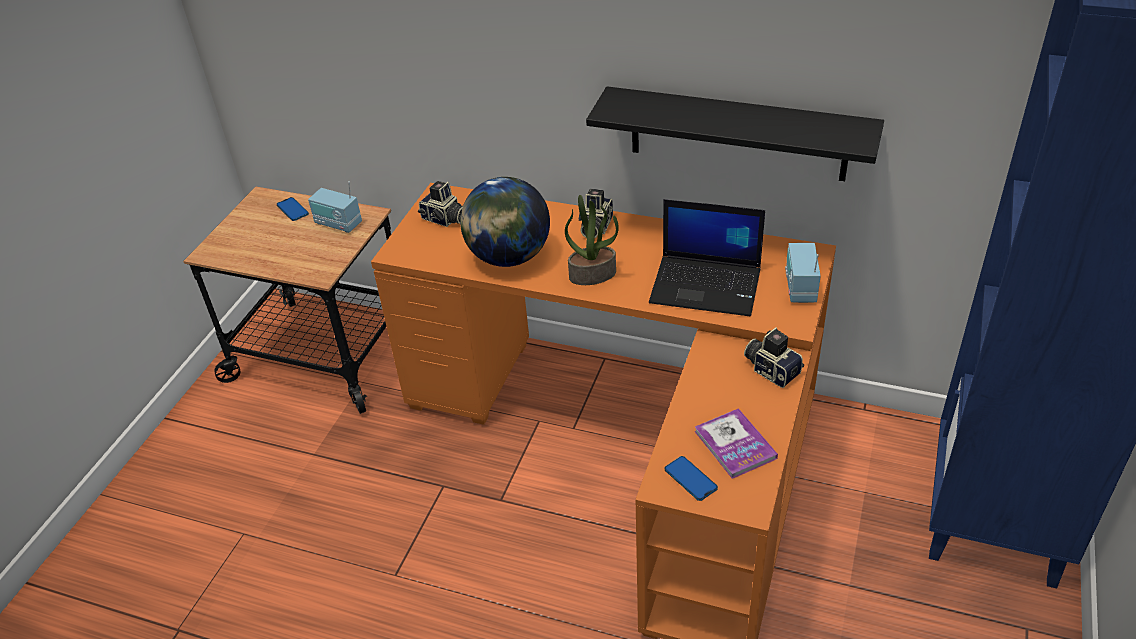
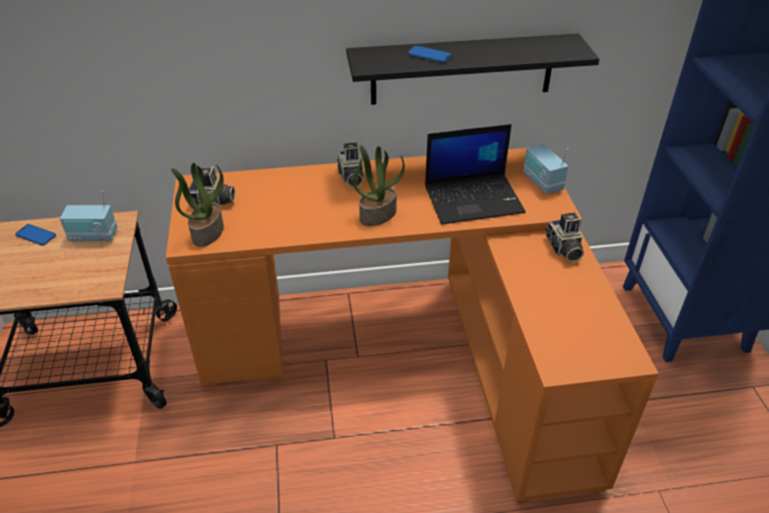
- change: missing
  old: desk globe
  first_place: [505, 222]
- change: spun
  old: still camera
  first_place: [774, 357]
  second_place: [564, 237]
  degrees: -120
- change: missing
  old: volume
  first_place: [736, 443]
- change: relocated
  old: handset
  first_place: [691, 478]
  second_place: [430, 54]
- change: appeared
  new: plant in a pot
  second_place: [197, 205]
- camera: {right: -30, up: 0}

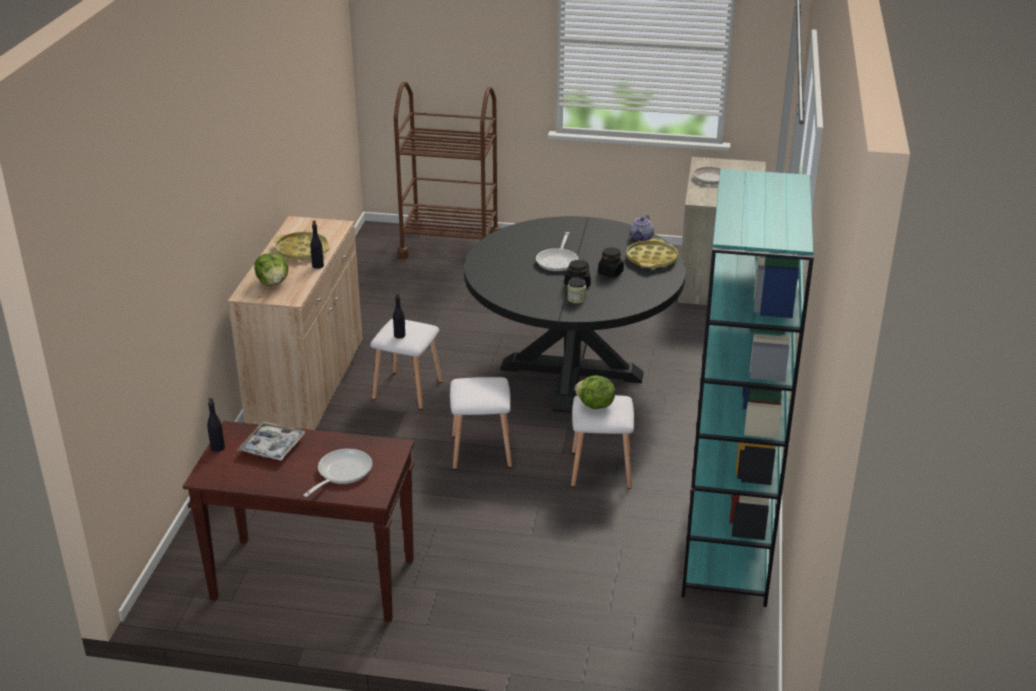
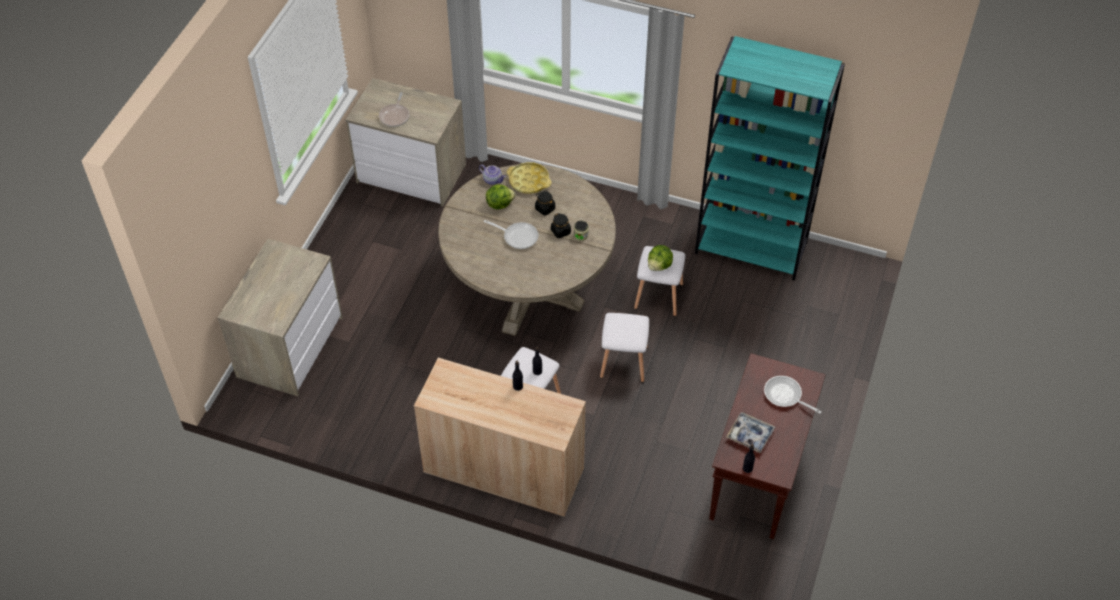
- change: exchanged
  old: trolley in brown
  new: drawer chest
  first_place: [447, 170]
  second_place: [280, 317]
- change: colour
  old: kitchen table in blackish
  new: kitchen table in beige-coloured
  first_place: [575, 314]
  second_place: [527, 250]
- change: missing
  old: tray in yellowish
  first_place: [302, 245]
- change: relocated
  old: lettuce head
  first_place: [271, 269]
  second_place: [501, 197]
- camera: {right: -80, up: 20}

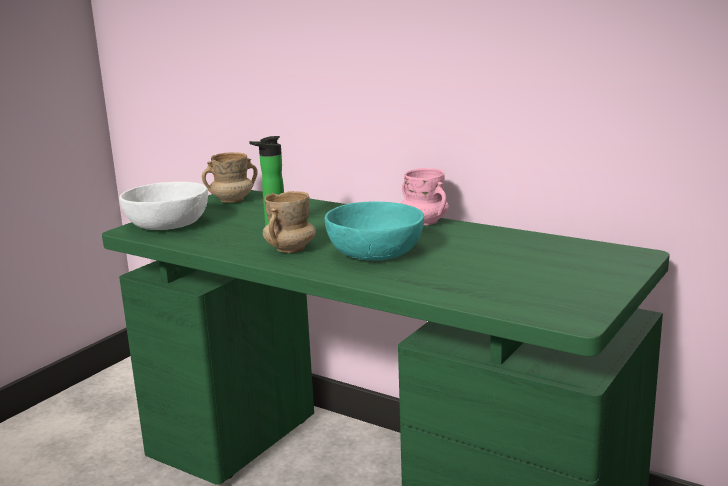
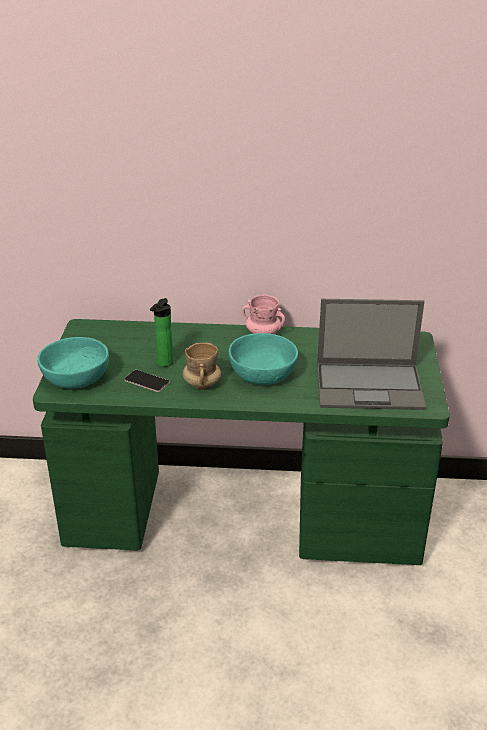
- change: missing
  old: coffee mug in beige-coloured
  first_place: [230, 177]
- change: colour
  old: deep dish in white-coloured
  new: deep dish in blue-green
  first_place: [163, 206]
  second_place: [73, 363]
- change: appeared
  new: notebook computer
  second_place: [371, 354]
- change: appeared
  new: handset
  second_place: [146, 381]
- camera: {right: -30, up: 15}

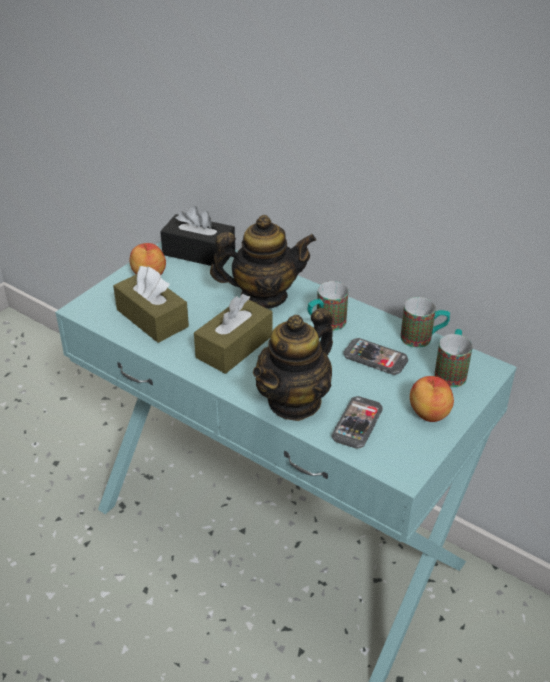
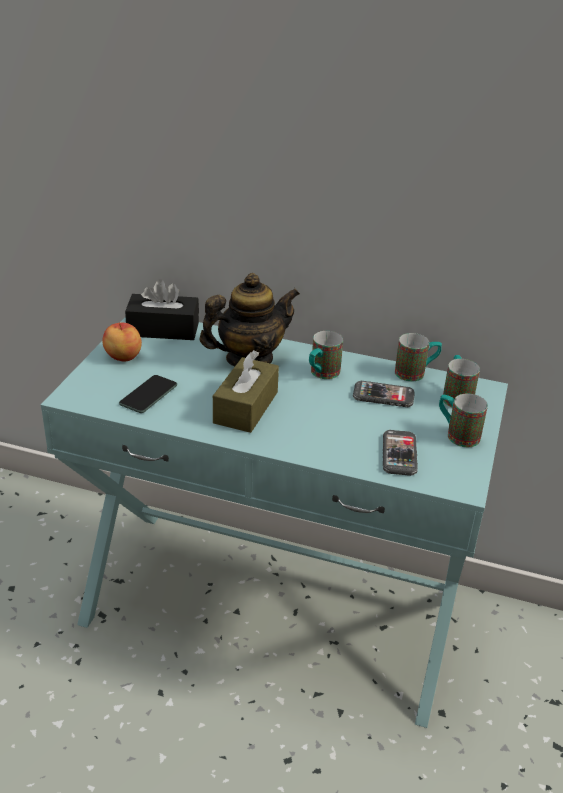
- change: exchanged
  old: tissue holder in brown
  new: handset
  first_place: [151, 304]
  second_place: [148, 394]
- change: missing
  old: teapot
  first_place: [293, 364]
- change: exchanged
  old: apple
  new: coffee mug
  first_place: [432, 399]
  second_place: [463, 420]
- camera: {right: -20, up: -5}

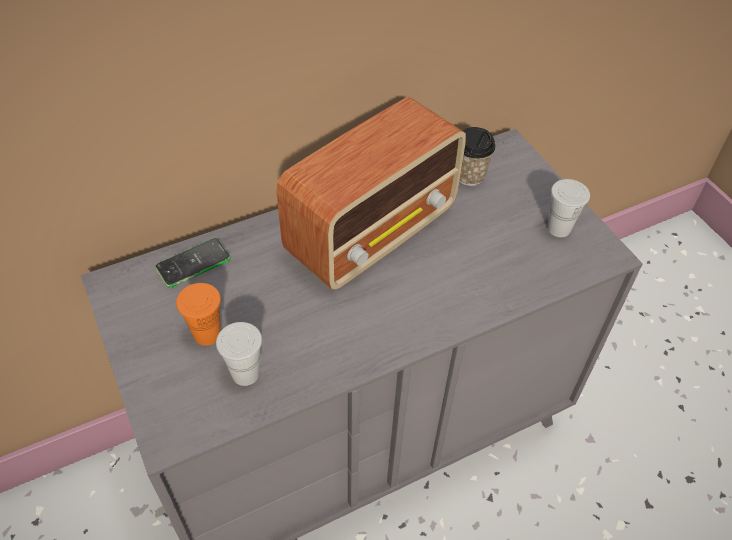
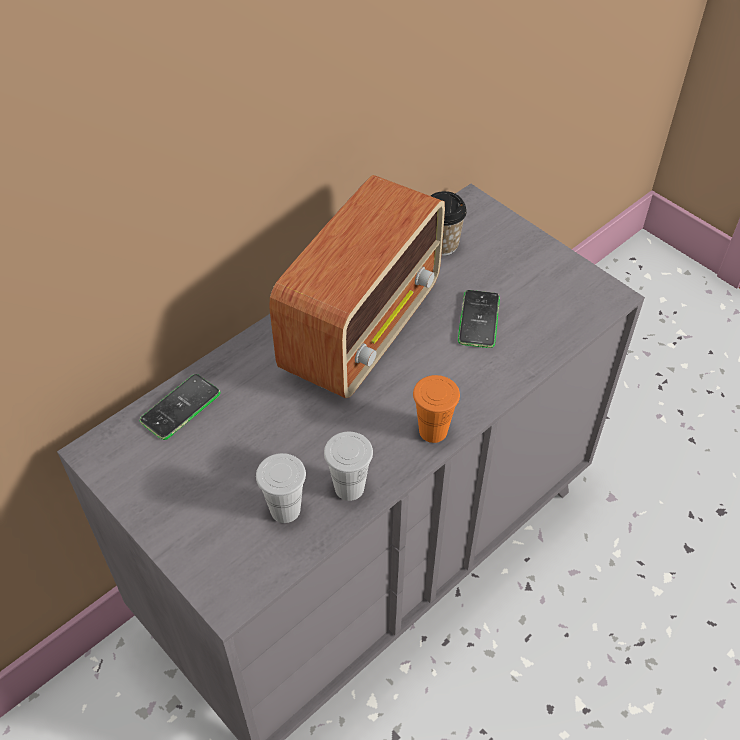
- change: relocated
  old: drinking cup in white-coloured
  first_place: [568, 208]
  second_place: [348, 466]
- change: relocated
  old: drinking cup in orangey
  first_place: [198, 314]
  second_place: [436, 409]
- change: appeared
  new: handset
  second_place: [479, 319]
- camera: {right: -15, up: 0}

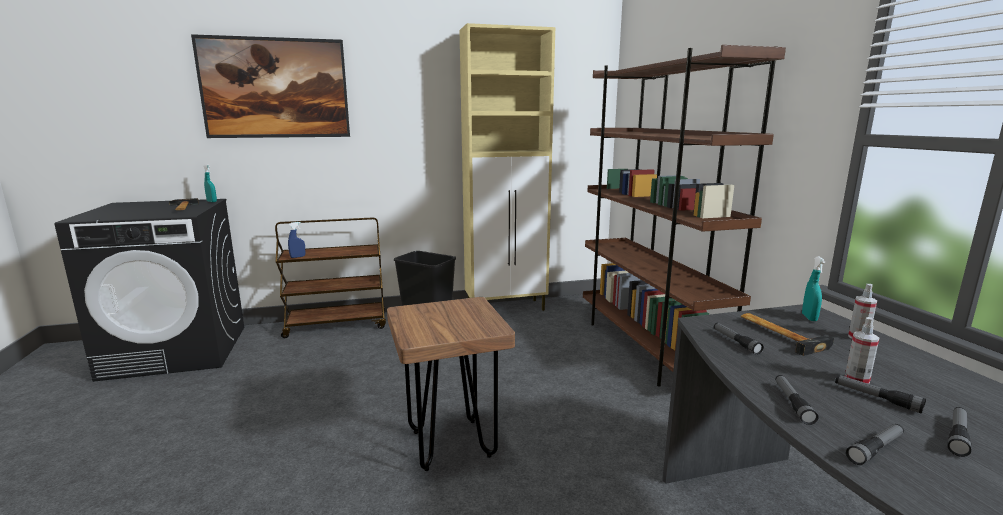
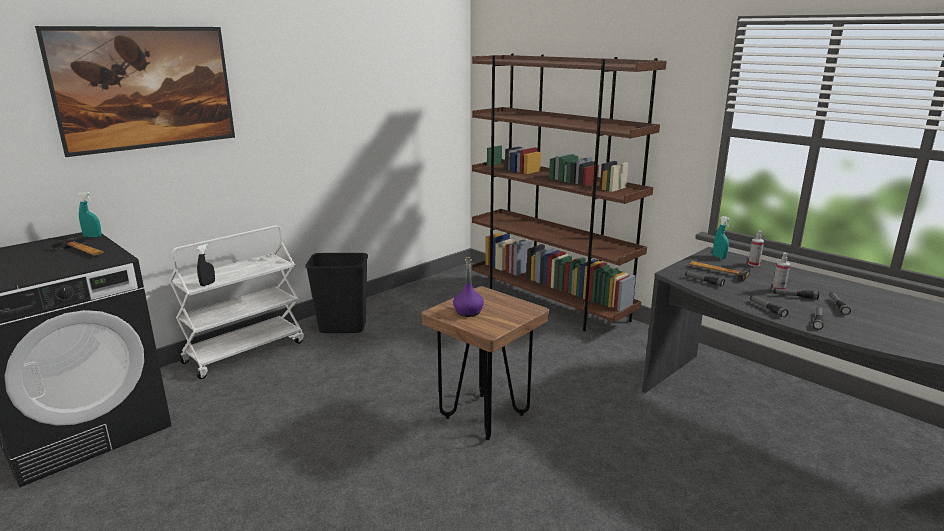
- change: missing
  old: cabinet in beige-coloured
  first_place: [507, 167]
- change: colour
  old: trolley in brown
  new: trolley in white-coloured
  first_place: [330, 277]
  second_place: [236, 302]
- change: colour
  old: hand sprayer in bluish
  new: hand sprayer in blackish
  first_place: [296, 240]
  second_place: [206, 265]
- change: appeared
  new: drink bottle in purple
  second_place: [468, 287]
- camera: {right: -30, up: 5}

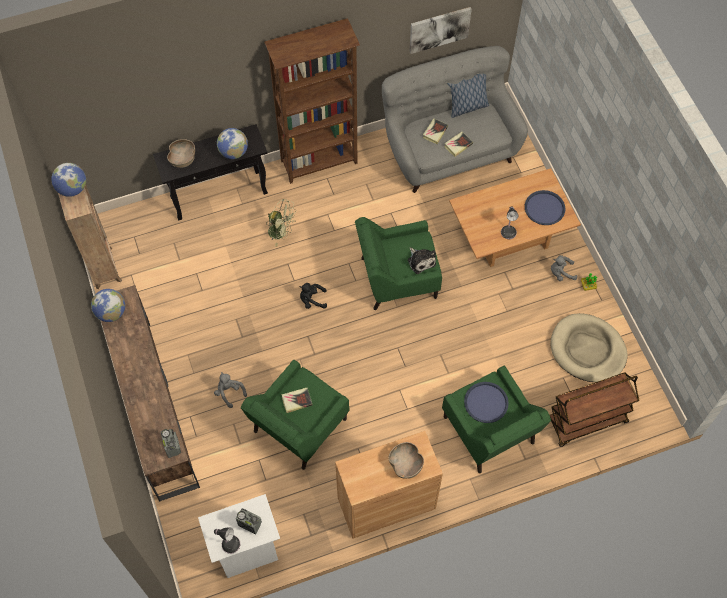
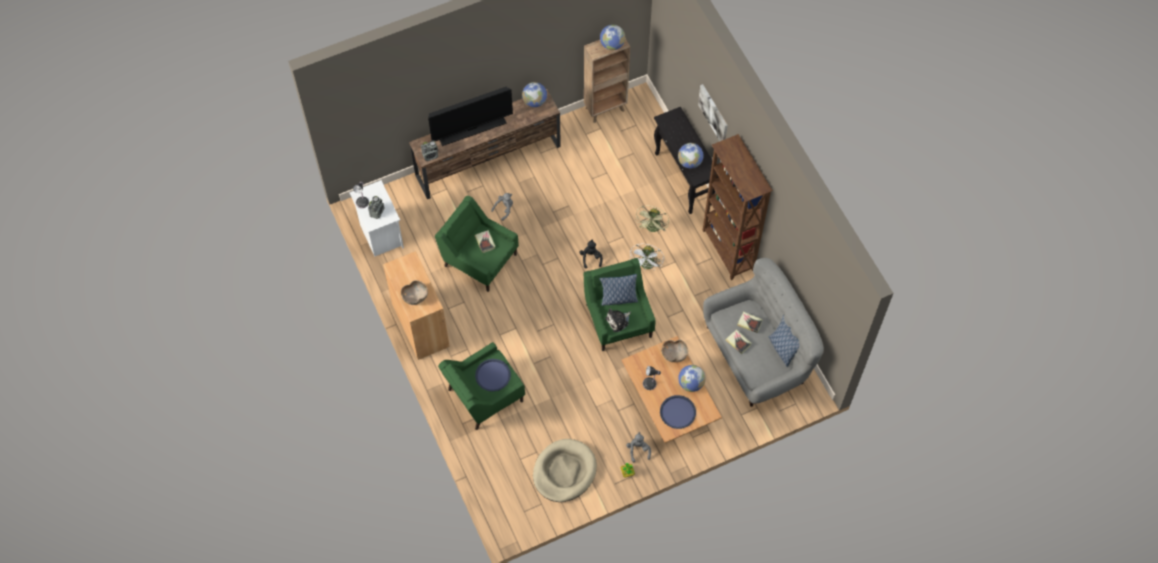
- change: relocated
  old: picture
  first_place: [440, 30]
  second_place: [713, 112]
- change: relocated
  old: deep dish in brown
  first_place: [181, 153]
  second_place: [675, 351]
- change: missing
  old: trolley in brown
  first_place: [595, 409]
- change: appeared
  new: TV
  second_place: [470, 116]
- change: appeared
  new: cooling fan in white-coloured
  second_place: [647, 257]
- change: appeared
  new: throw pillow
  second_place: [618, 290]
- change: appeared
  new: desk globe
  second_place: [692, 378]
- camera: {right: 85, up: 0}

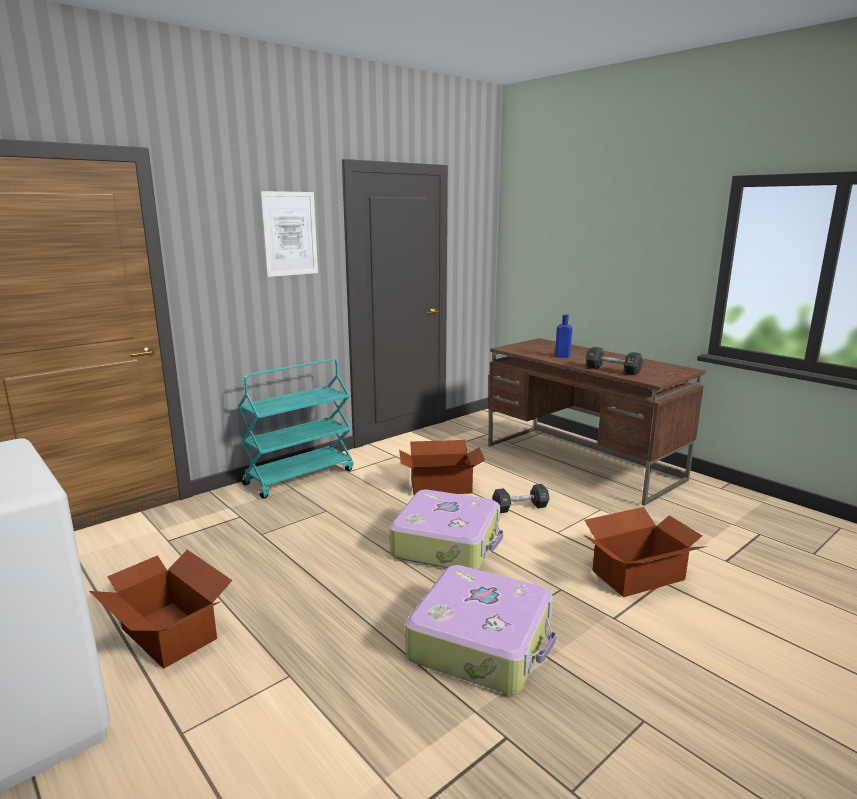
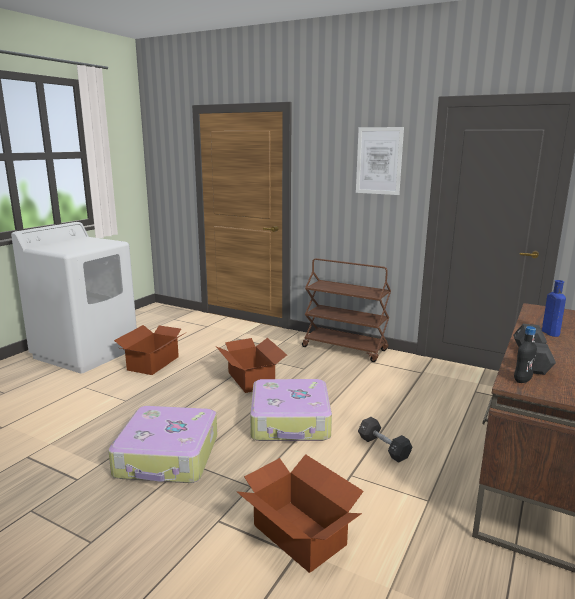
- change: colour
  old: trolley in blue-green
  new: trolley in brown
  first_place: [296, 429]
  second_place: [346, 310]
- change: relocated
  old: cardboard box
  first_place: [442, 467]
  second_place: [251, 365]
- change: appeared
  new: drink bottle in blackish
  second_place: [525, 354]
- camera: {right: 70, up: 0}

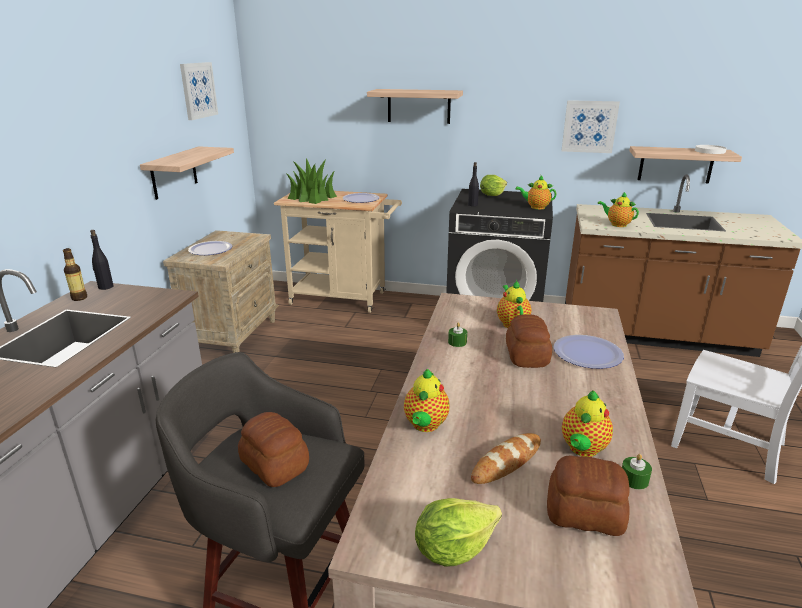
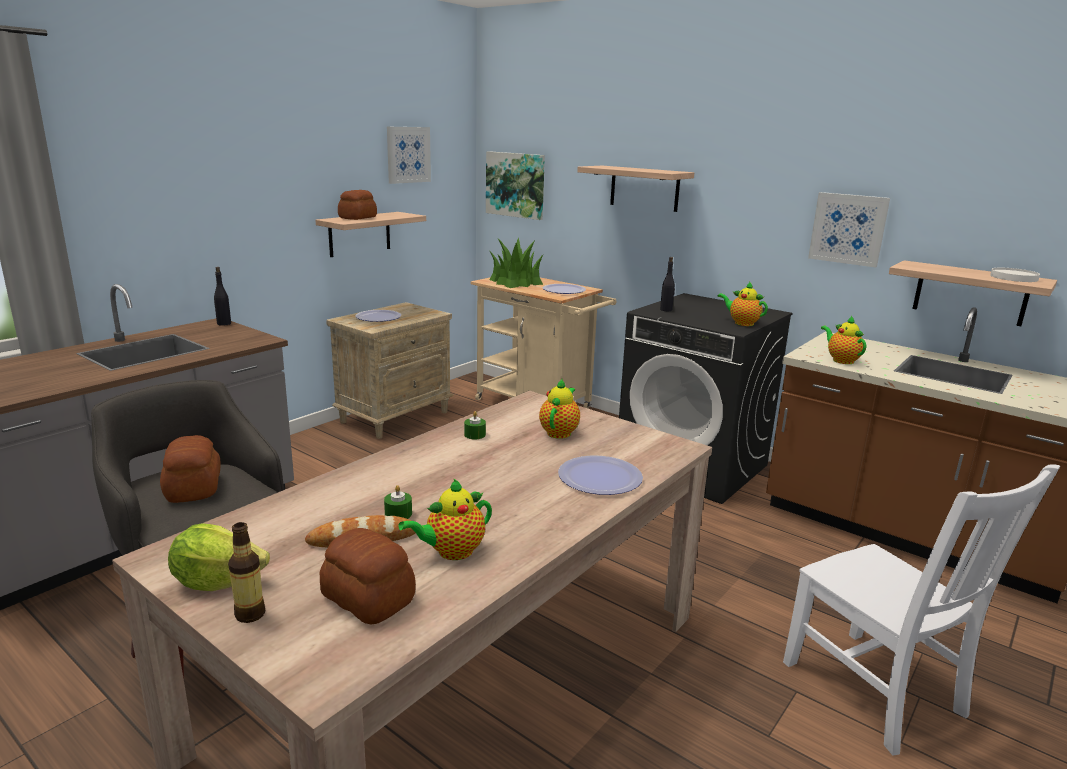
- change: missing
  old: lettuce head
  first_place: [493, 185]
- change: relocated
  old: drink bottle
  first_place: [75, 274]
  second_place: [246, 572]
- change: relocated
  old: baked bread
  first_place: [529, 341]
  second_place: [357, 205]
- change: missing
  old: teapot
  first_place: [426, 400]
- change: relocated
  old: wax light in green
  first_place: [637, 472]
  second_place: [398, 502]
- change: appeared
  new: picture
  second_place: [515, 185]
- camera: {right: 25, up: -5}

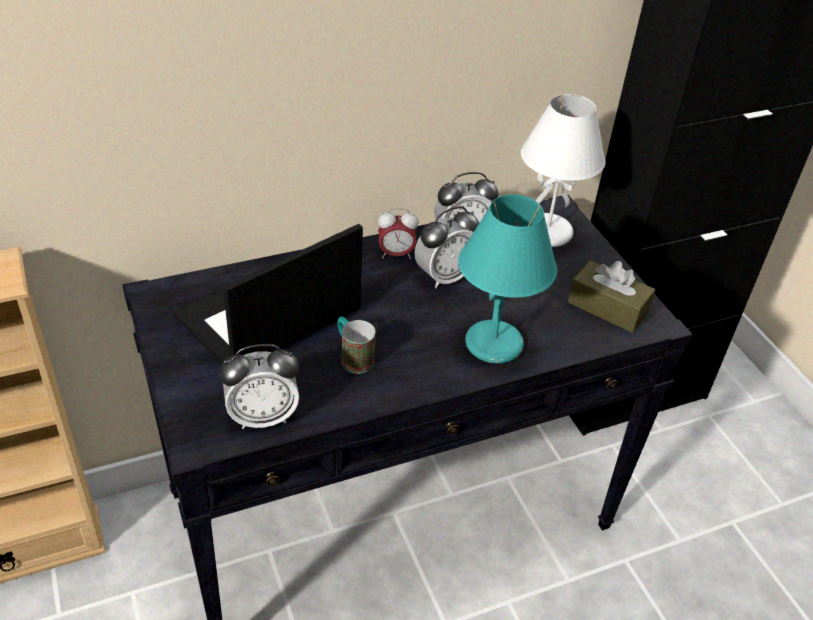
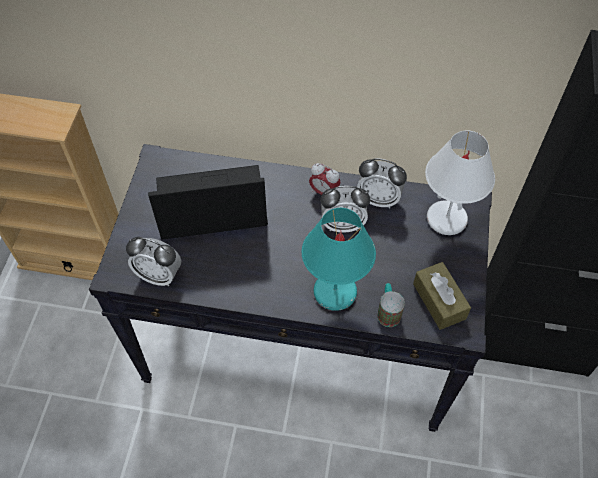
- change: relocated
  old: coffee mug
  first_place: [357, 345]
  second_place: [391, 305]
- camera: {right: 35, up: 15}

